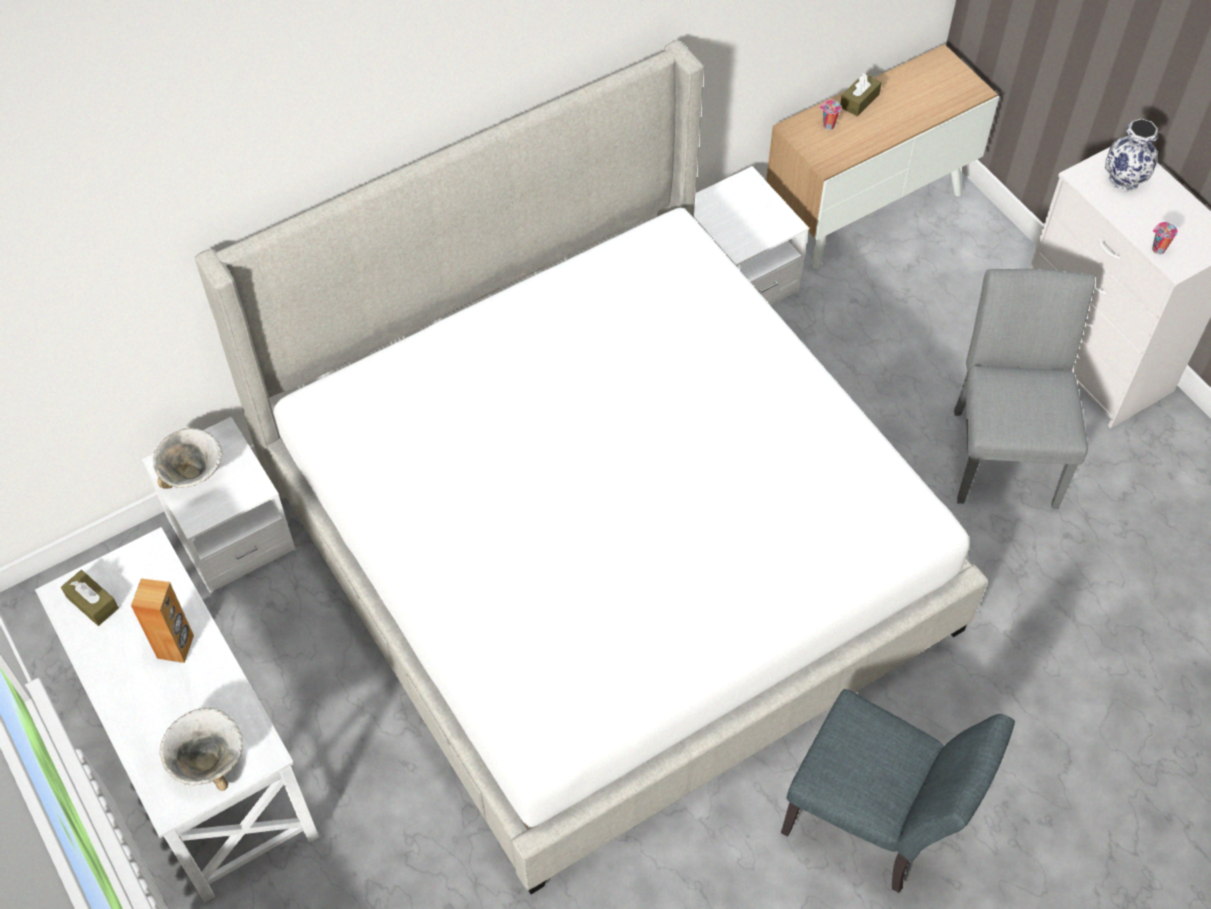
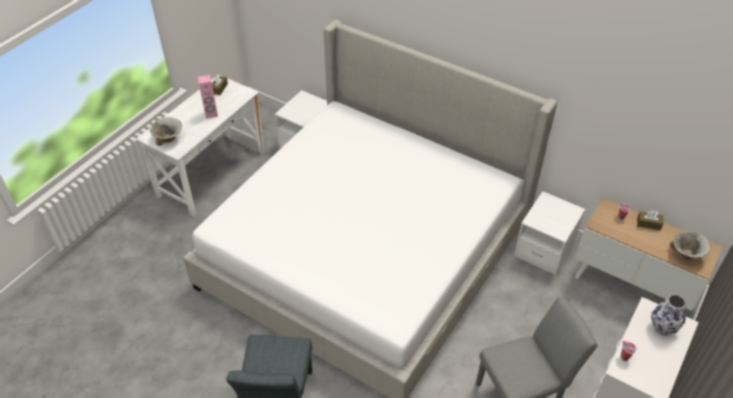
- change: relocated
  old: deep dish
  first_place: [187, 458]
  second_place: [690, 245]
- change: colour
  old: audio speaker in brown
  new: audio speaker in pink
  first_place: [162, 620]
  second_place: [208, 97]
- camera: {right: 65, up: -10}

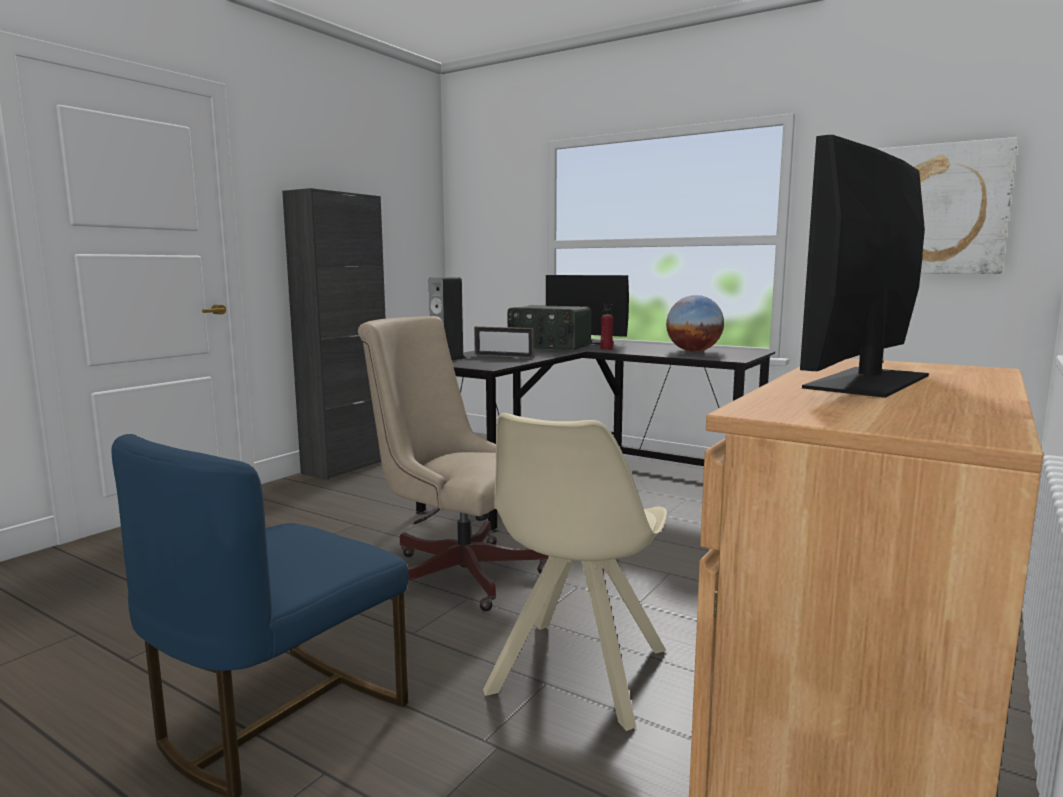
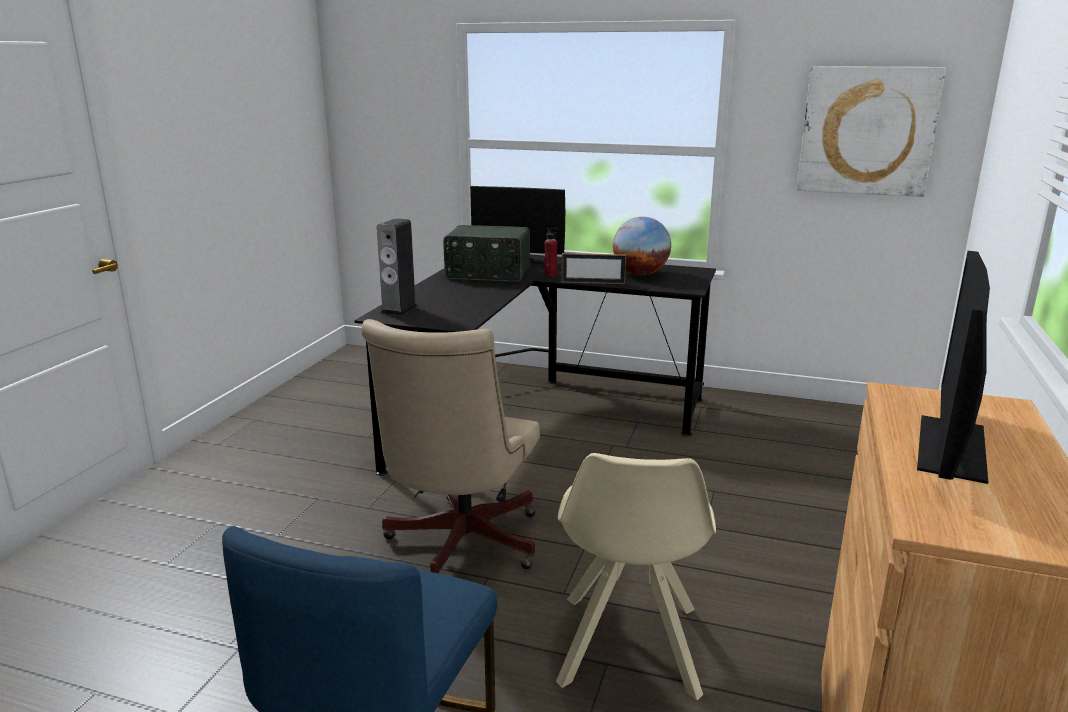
- change: missing
  old: cabinet in blackish
  first_place: [334, 334]
- change: spun
  old: office chair in beige-coloured
  first_place: [453, 463]
  second_place: [450, 446]
  degrees: -90
- change: relocated
  old: photo frame
  first_place: [504, 342]
  second_place: [593, 268]
- camera: {right: -15, up: 10}

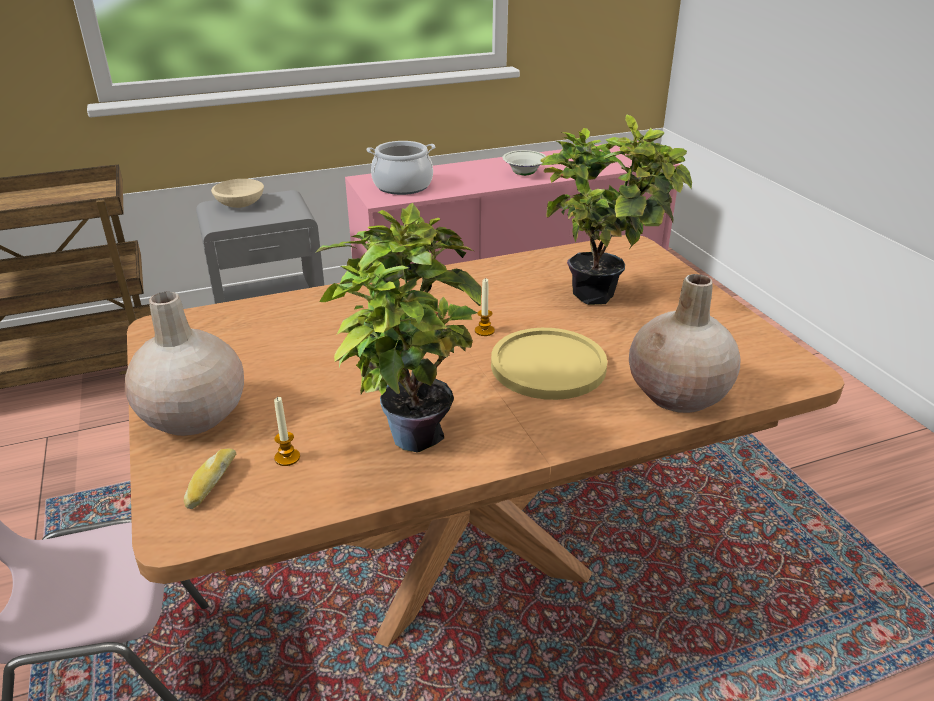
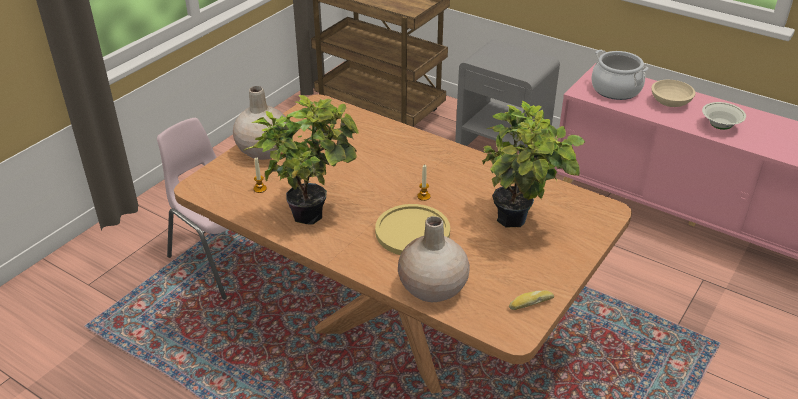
- change: relocated
  old: deep dish in beige-coloured
  first_place: [237, 193]
  second_place: [673, 93]
- change: relocated
  old: baked bread
  first_place: [210, 478]
  second_place: [531, 300]
- camera: {right: 55, up: 5}

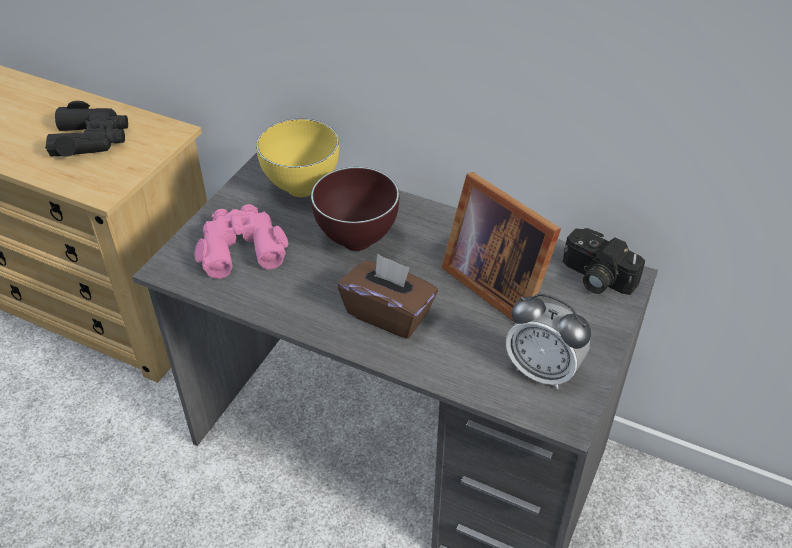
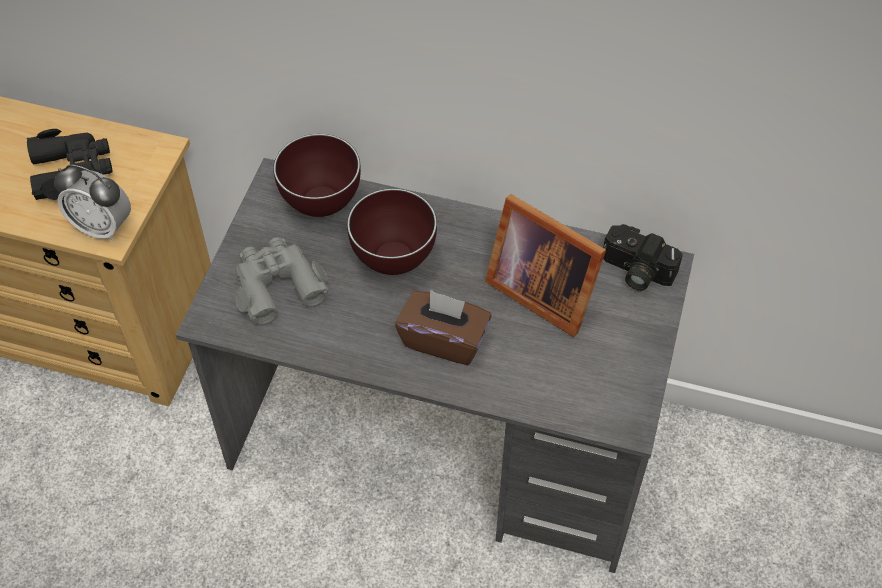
- change: colour
  old: deep dish in yellowish
  new: deep dish in brown
  first_place: [297, 158]
  second_place: [317, 175]
- change: colour
  old: pair of binoculars in pink
  new: pair of binoculars in grey
  first_place: [241, 241]
  second_place: [282, 281]
- change: relocated
  old: table clock
  first_place: [548, 341]
  second_place: [92, 203]
- camera: {right: -10, up: 10}

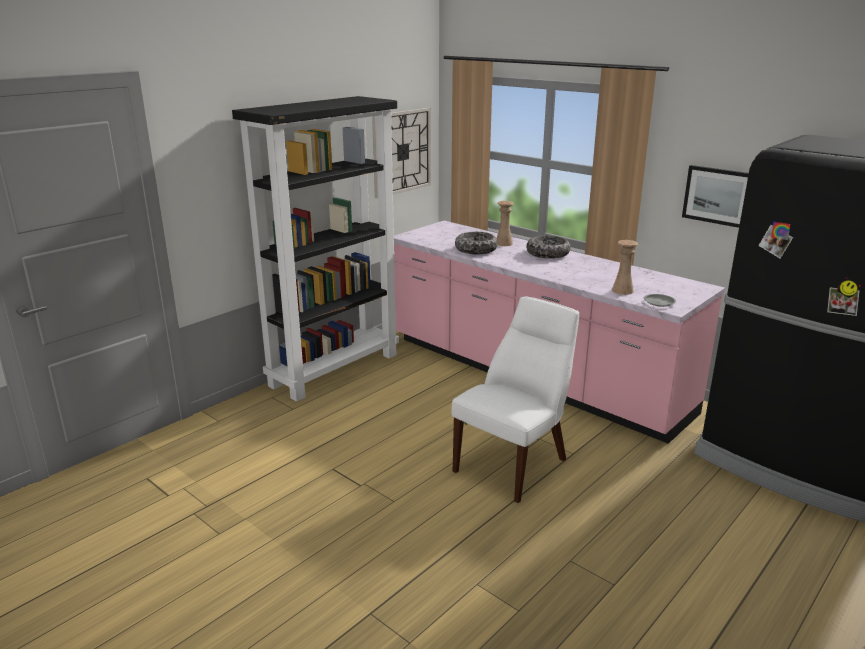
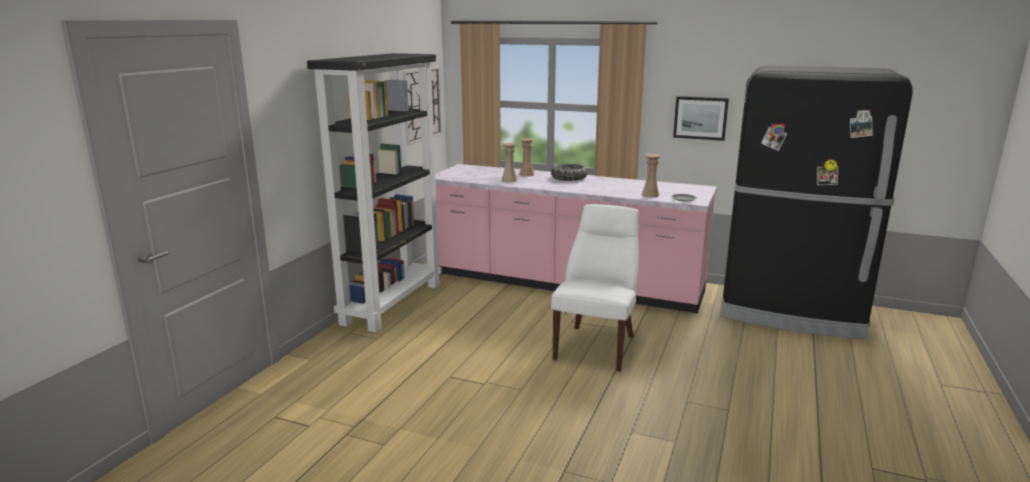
- change: exchanged
  old: deep dish
  new: flower vase in beige-coloured
  first_place: [476, 243]
  second_place: [509, 162]
- camera: {right: -20, up: -5}

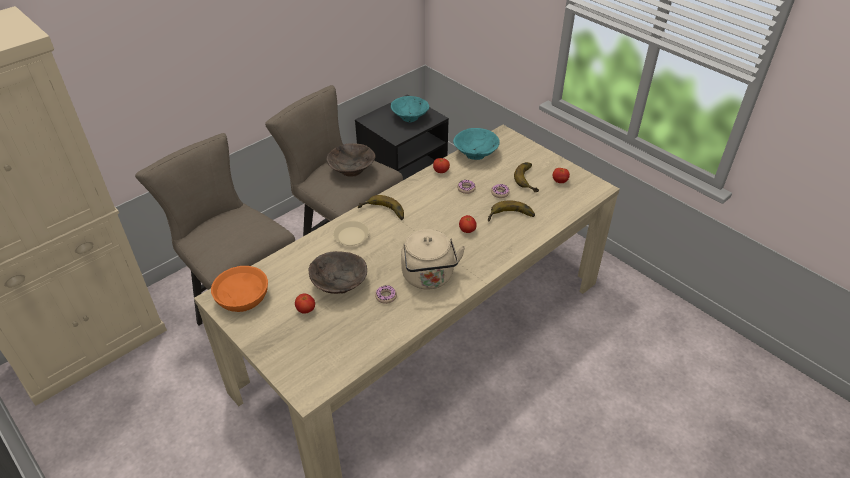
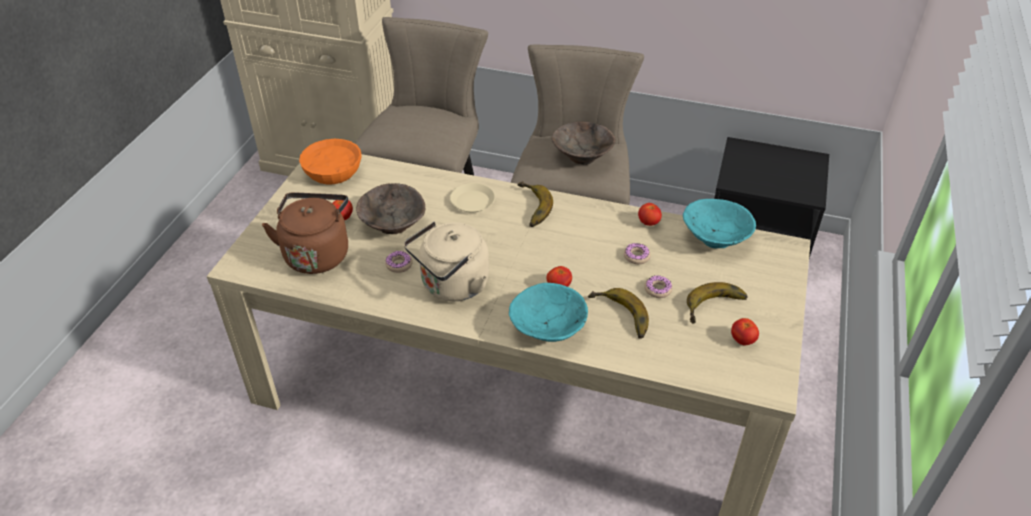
- change: relocated
  old: deep dish in blue-green
  first_place: [410, 109]
  second_place: [548, 312]
- change: appeared
  new: water kettle in brown
  second_place: [305, 233]
- camera: {right: 60, up: 0}

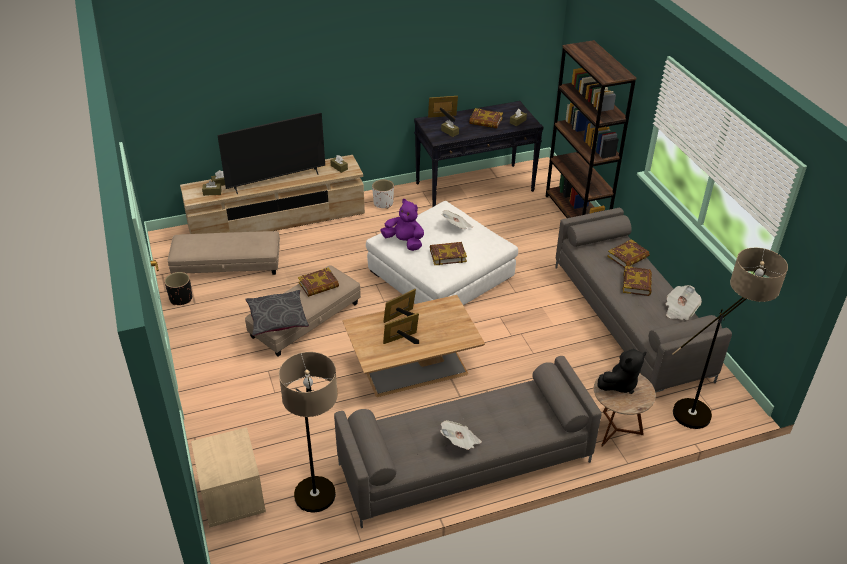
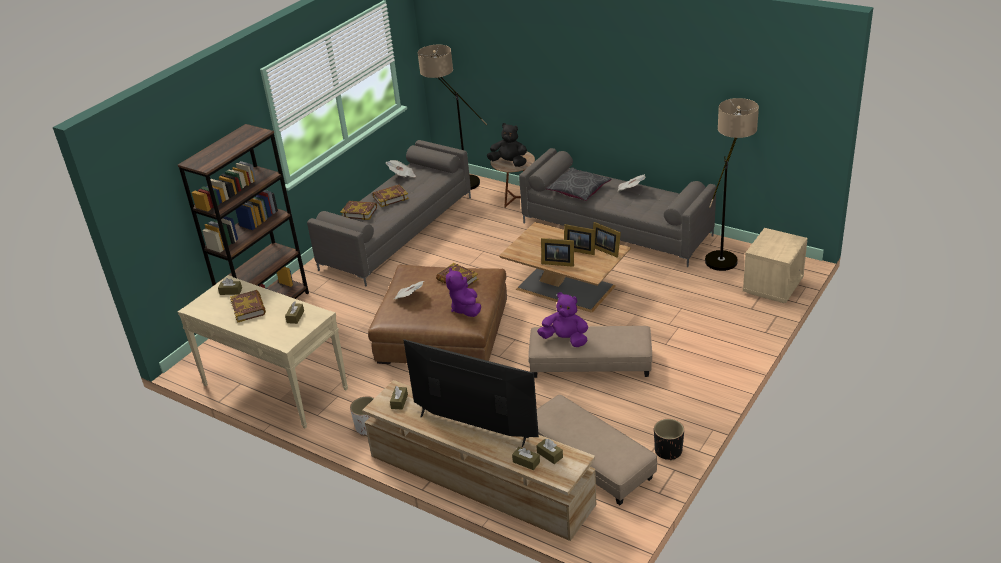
- change: relocated
  old: photo frame
  first_place: [443, 109]
  second_place: [607, 240]
- change: colour
  old: hall table in blackish
  new: hall table in beige-coloured
  first_place: [478, 154]
  second_place: [263, 351]
- change: colour
  old: footrest in white-coloured
  new: footrest in brown
  first_place: [442, 253]
  second_place: [437, 314]
- change: exchanged
  old: volume
  new: soft toy in purple
  first_place: [318, 282]
  second_place: [562, 319]
- change: relocated
  old: throw pillow in grey
  first_place: [277, 313]
  second_place: [579, 184]
- camera: {right: -125, up: -5}

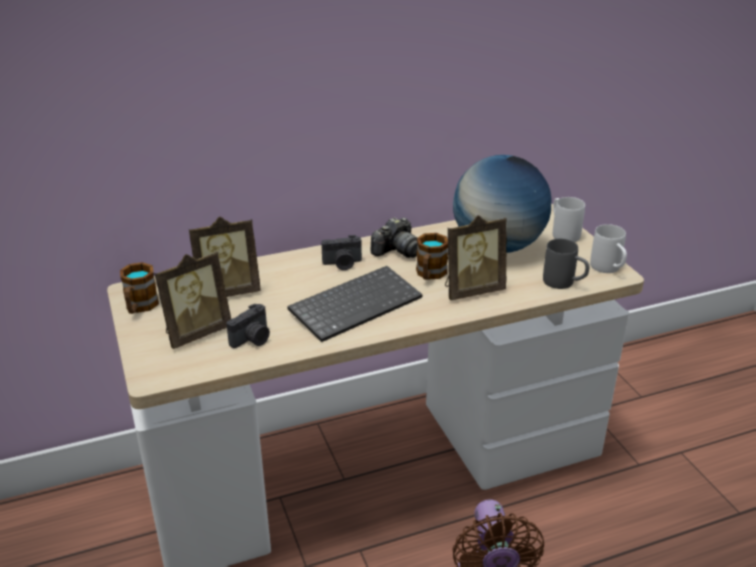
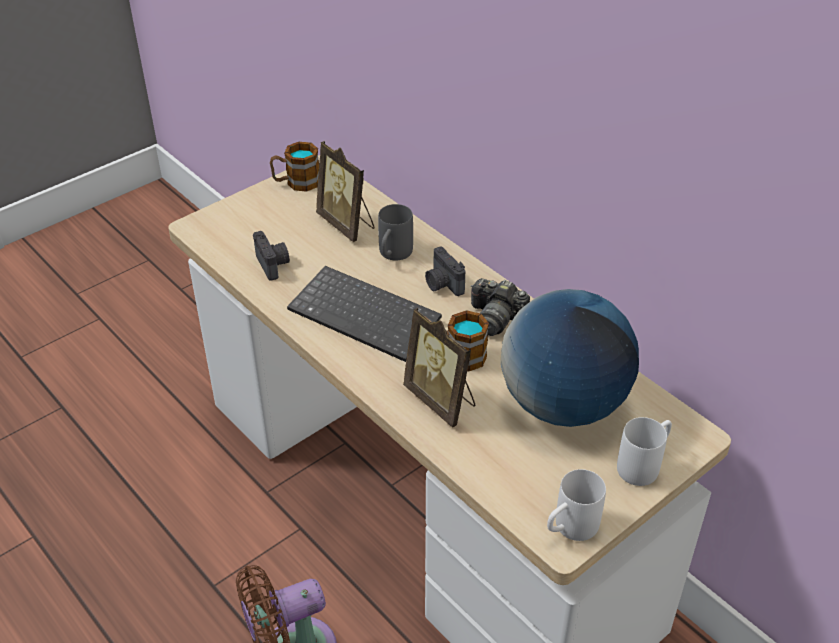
- change: relocated
  old: coffee mug in grey
  first_place: [566, 264]
  second_place: [395, 232]
- change: missing
  old: photo frame
  first_place: [192, 300]
- change: spun
  old: still camera
  first_place: [248, 326]
  second_place: [271, 256]
  degrees: -135
- camera: {right: 70, up: 10}

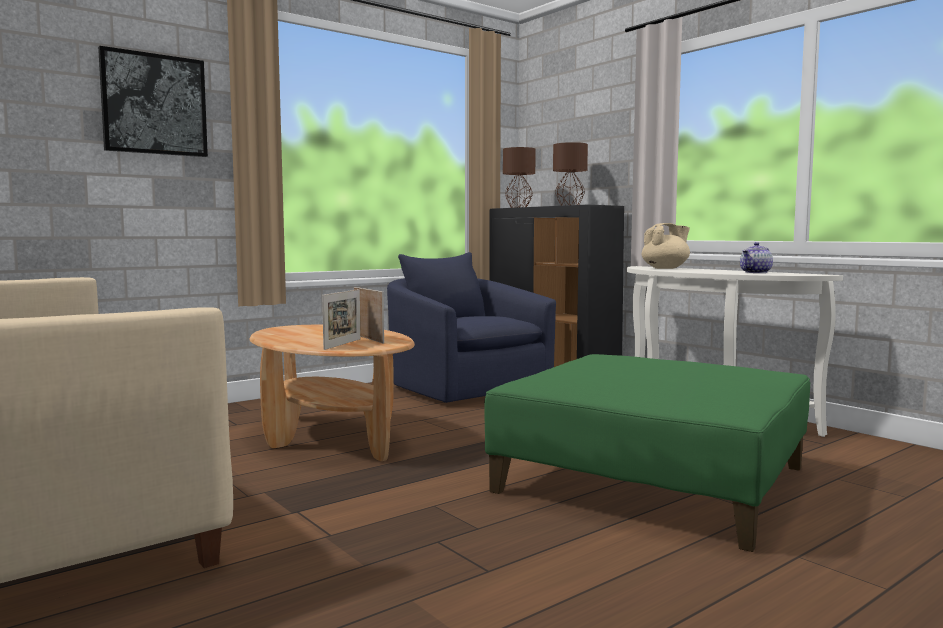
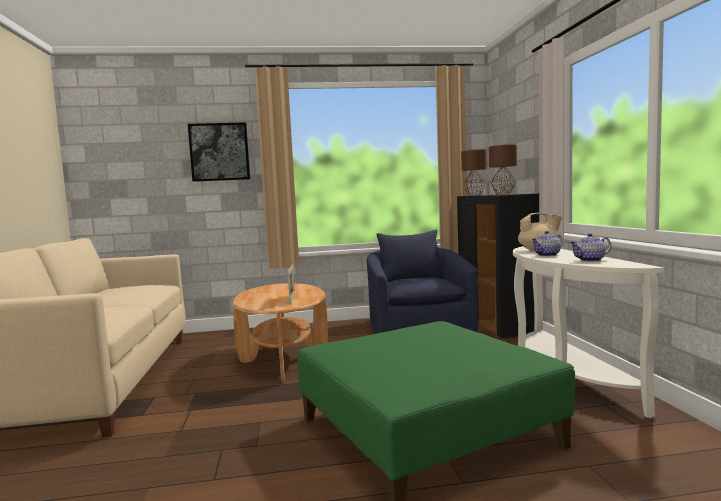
- change: missing
  old: photo frame
  first_place: [341, 319]
- change: appeared
  new: teapot
  second_place: [547, 243]
- camera: {right: 30, up: 0}

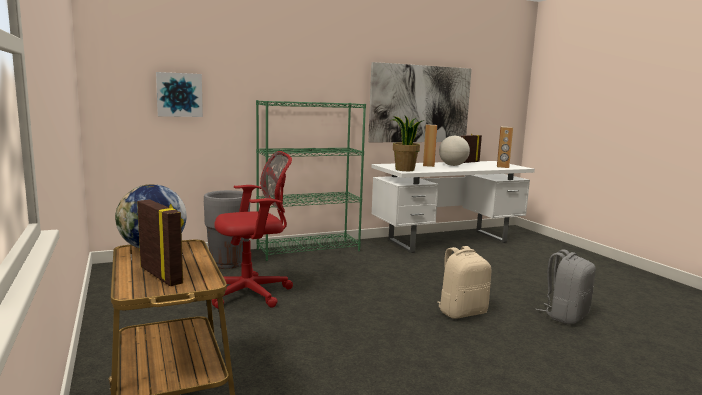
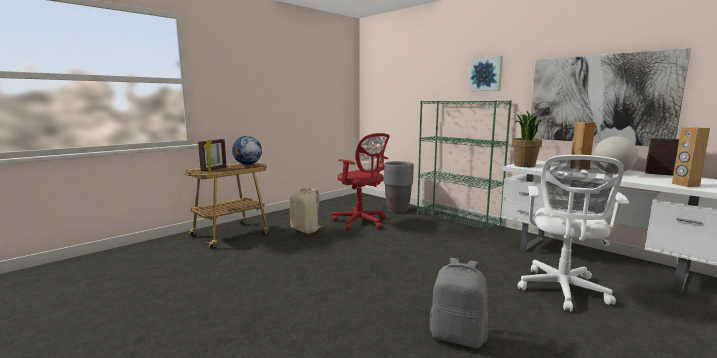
- change: relocated
  old: picture
  first_place: [179, 94]
  second_place: [485, 73]
- change: relocated
  old: rucksack in beige-coloured
  first_place: [464, 282]
  second_place: [306, 210]
- change: appeared
  new: office chair in white-coloured
  second_place: [573, 233]
- camera: {right: 70, up: 0}

